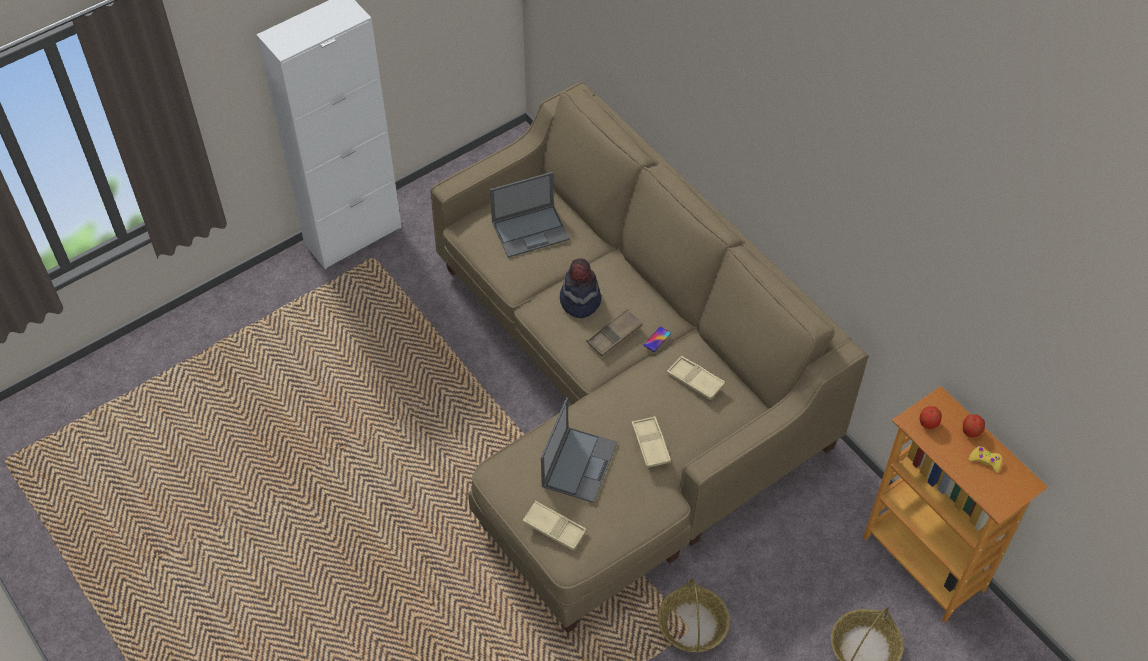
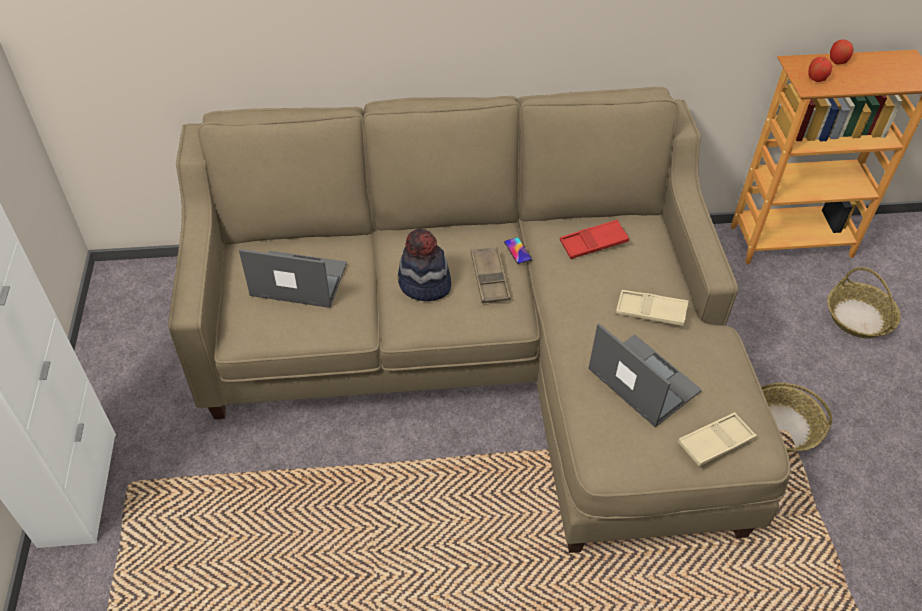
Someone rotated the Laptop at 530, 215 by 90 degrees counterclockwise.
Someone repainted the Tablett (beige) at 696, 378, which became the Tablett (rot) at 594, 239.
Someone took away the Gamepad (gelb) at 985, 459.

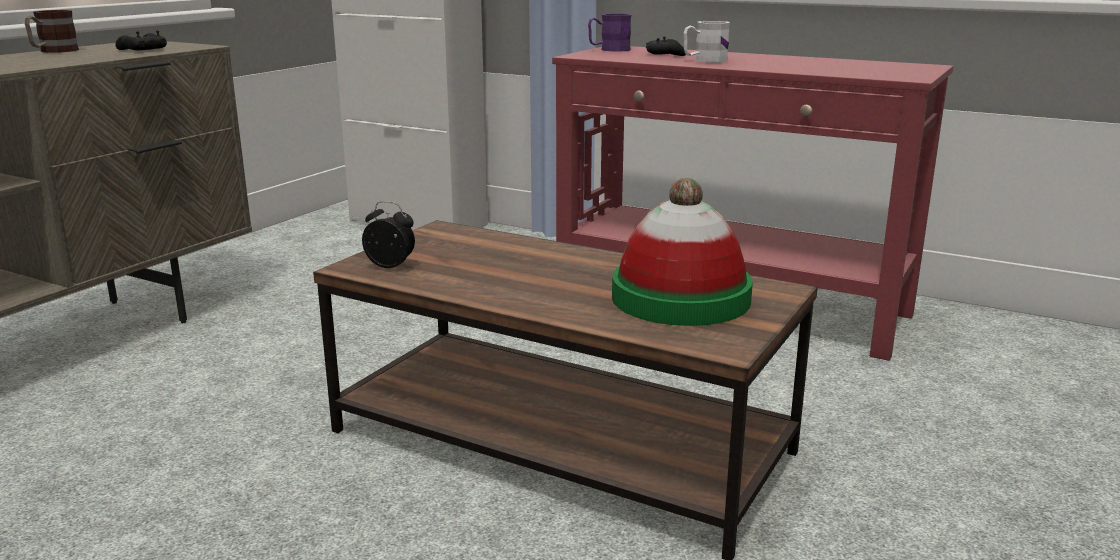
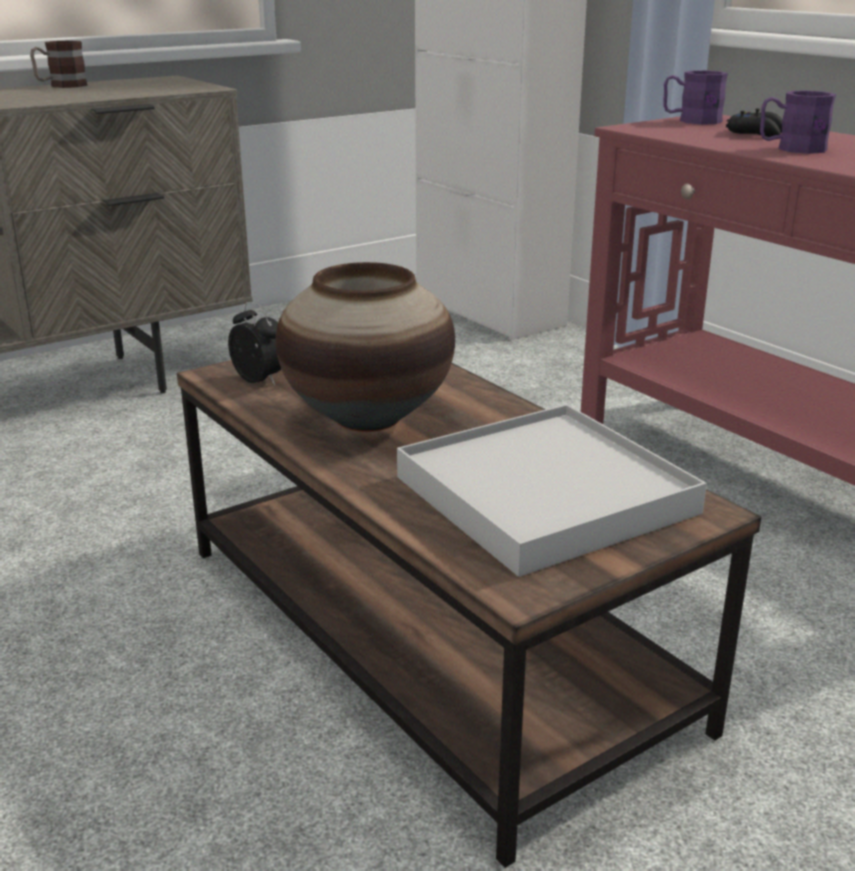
Someone put down the Vase at 365, 347.
Someone swapped the Hut at 682, 252 for the Tablett (weiß) at 552, 490.
Someone repainted the Henkelbecher (weiß) at 707, 42, which became the Henkelbecher (lila) at 798, 122.
Someone took away the Gamepad (schwarz) at 141, 40.

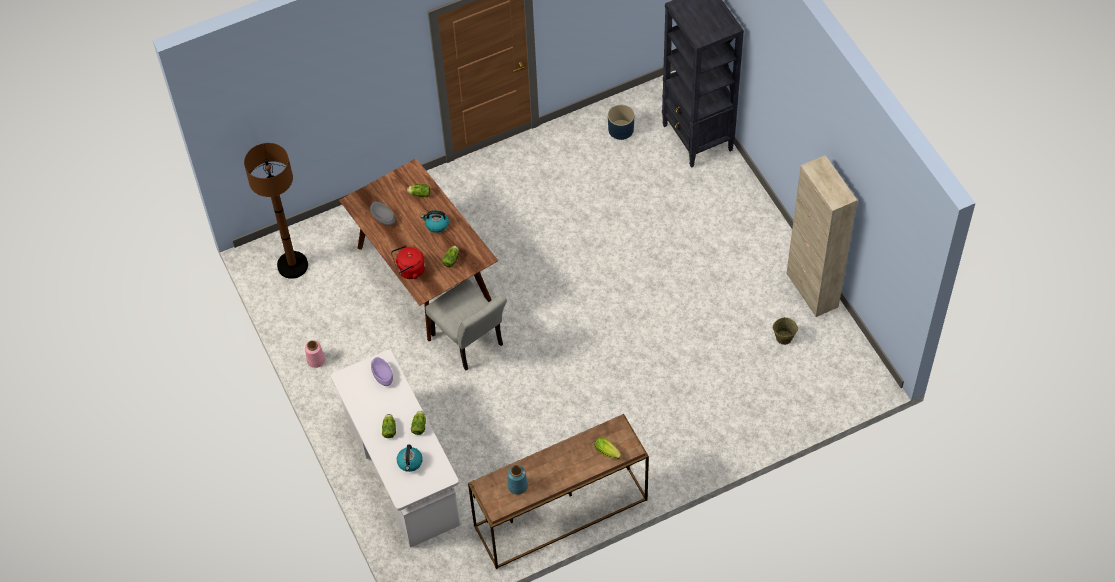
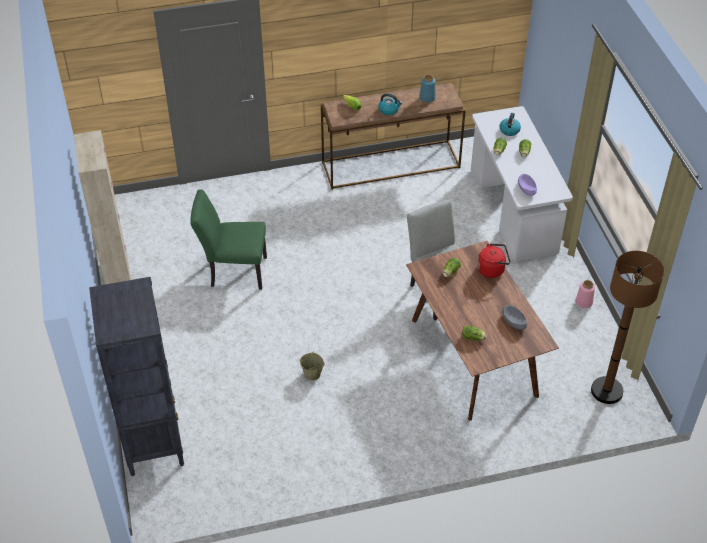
Someone put down the Stuhl (grün) at 228, 239.
Someone carried the Eimer (beige) from 785, 330 to 312, 365.
Someone carried the Wasserkessel from 435, 221 to 390, 104.
Someone took away the Pflanzkübel (blau) at 621, 122.

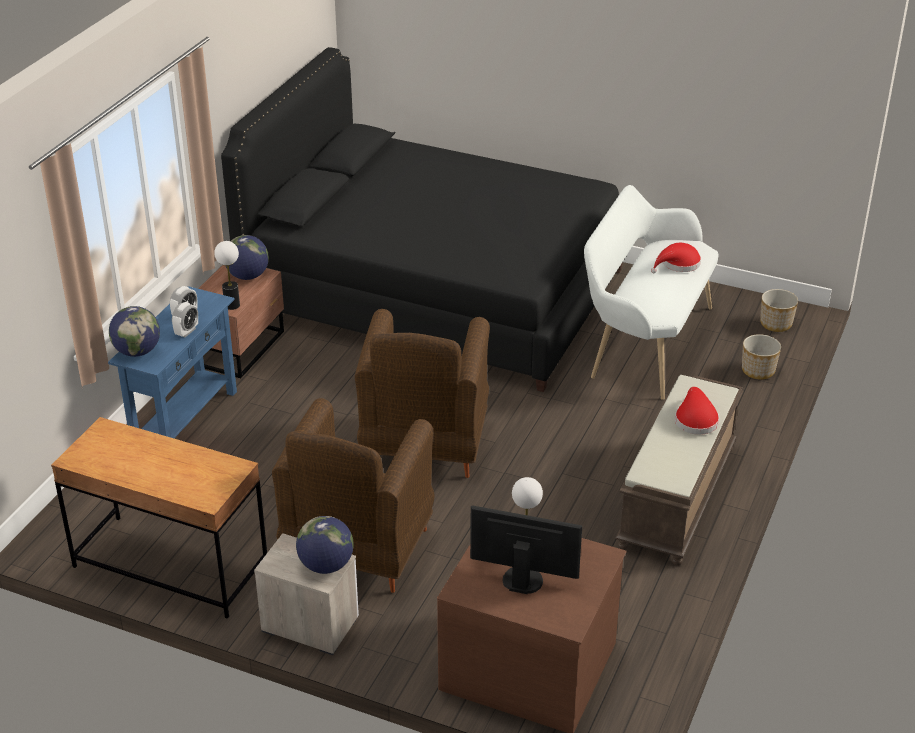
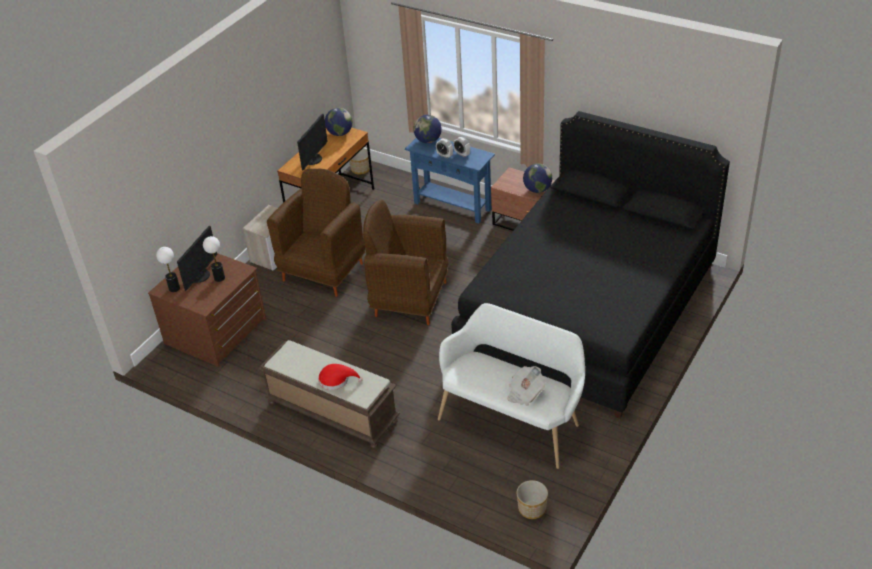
Someone carried the Tischlampe from 227, 275 to 168, 269.
Someone rotated the Sessel (braun) at 353, 495 by 90 degrees clockwise.
Someone put down the Monitor at 312, 142.
Someone carried the Globus from 325, 545 to 339, 122.
Someone carried the Pflanzkübel from 761, 356 to 359, 161.
Someone swapped the Hut (rot) at 676, 258 for the Zeitung at 526, 386.

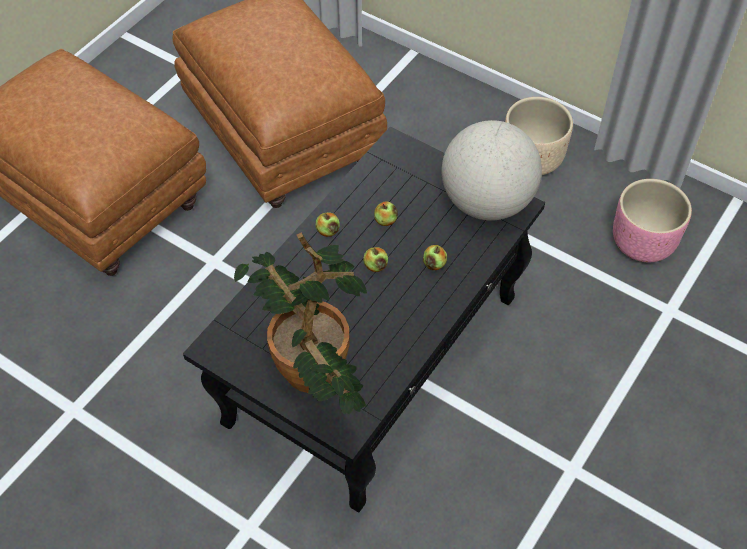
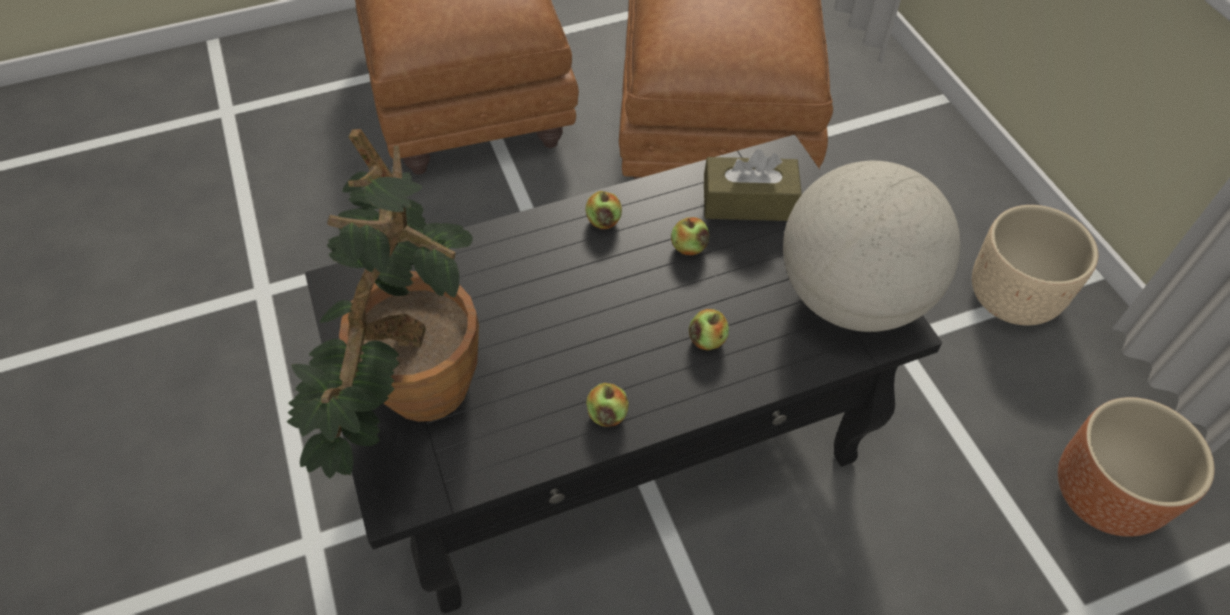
Someone carried the Apfel from 375, 259 to 607, 405.
Someone put down the Taschentuchbox (braun) at 753, 185.
Someone repainted the Pflanzkübel (rosa) at 652, 220, which became the Pflanzkübel (braun) at 1136, 467.

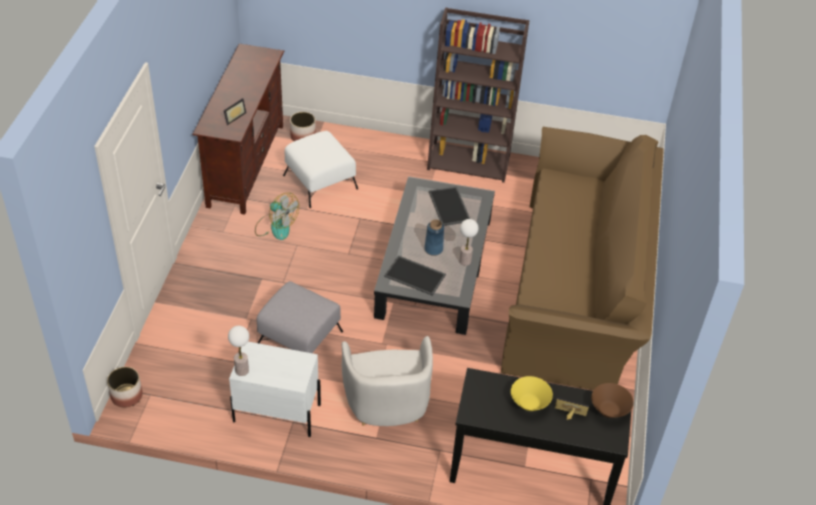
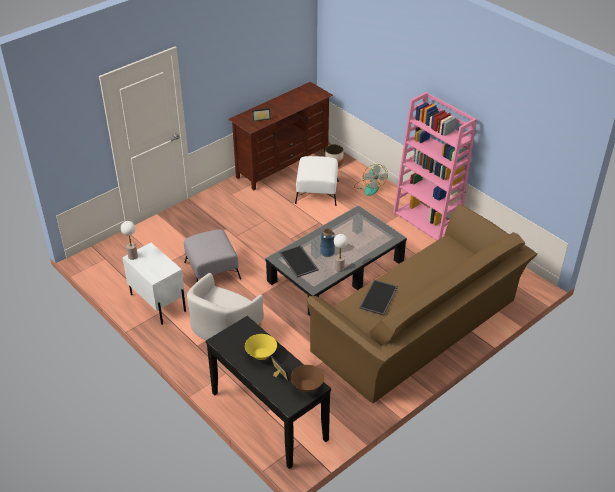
Someone carried the Ventilator from 277, 216 to 371, 180.
Someone carried the Tablett from 449, 206 to 378, 297.
Someone repainted the Bücherregal (braun) at 478, 95, which became the Bücherregal (rosa) at 435, 166.
Someone took away the Pflanzkübel at 125, 387.

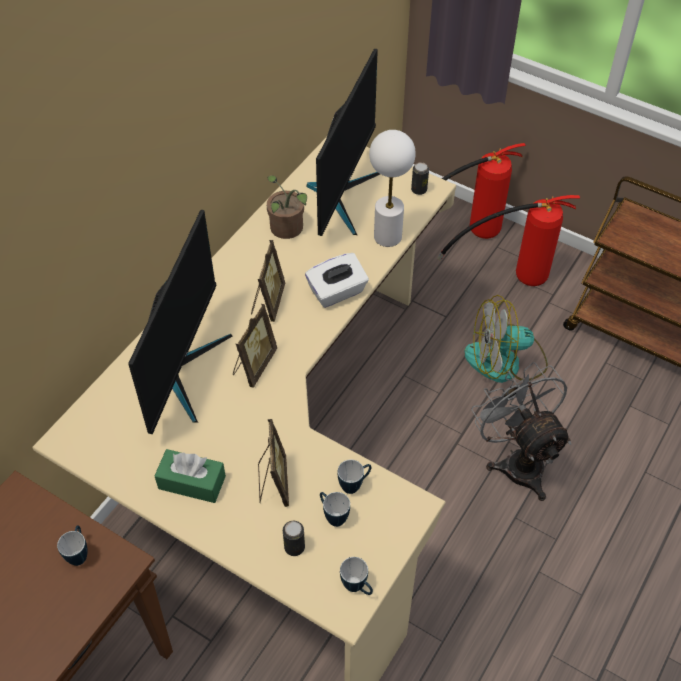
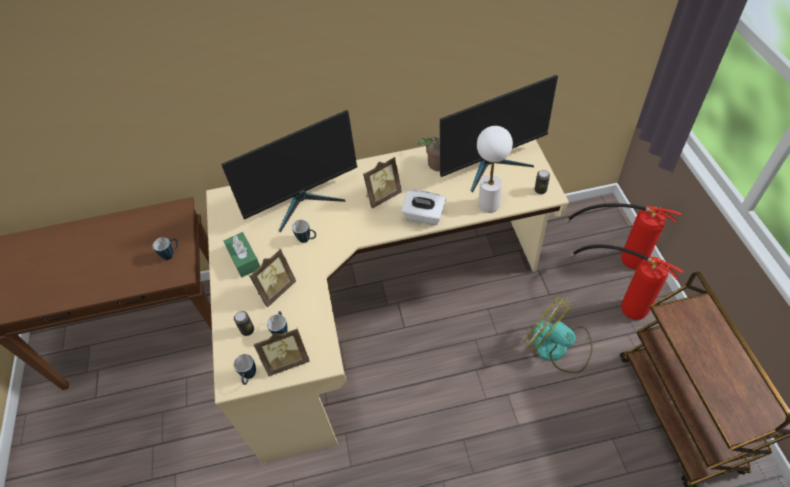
Someone carried the Bilderrahmen from 255, 346 to 281, 353.
Someone carried the Henkelbecher from 354, 477 to 304, 231.
Someone took away the Ventilator (grau) at 521, 431.

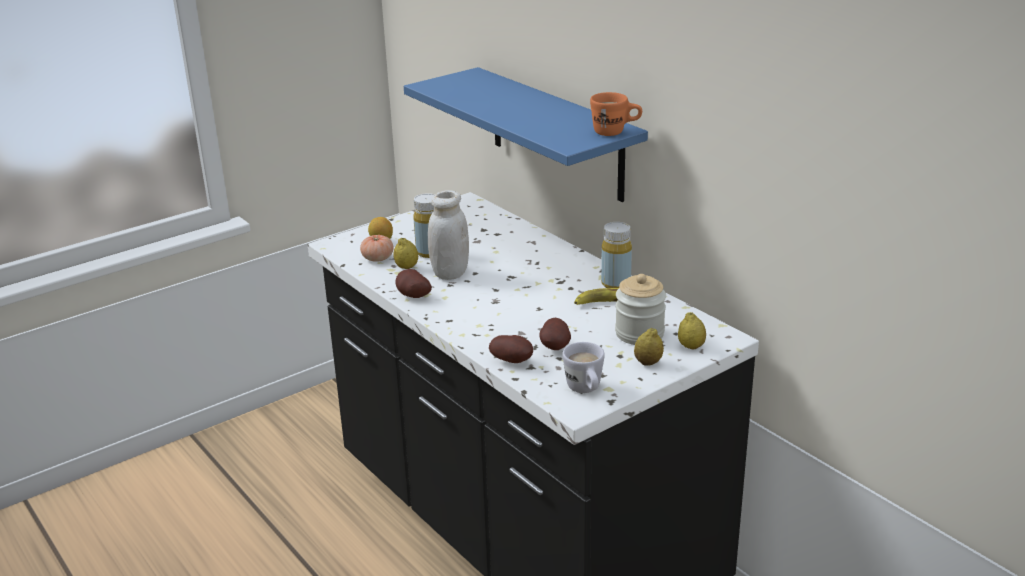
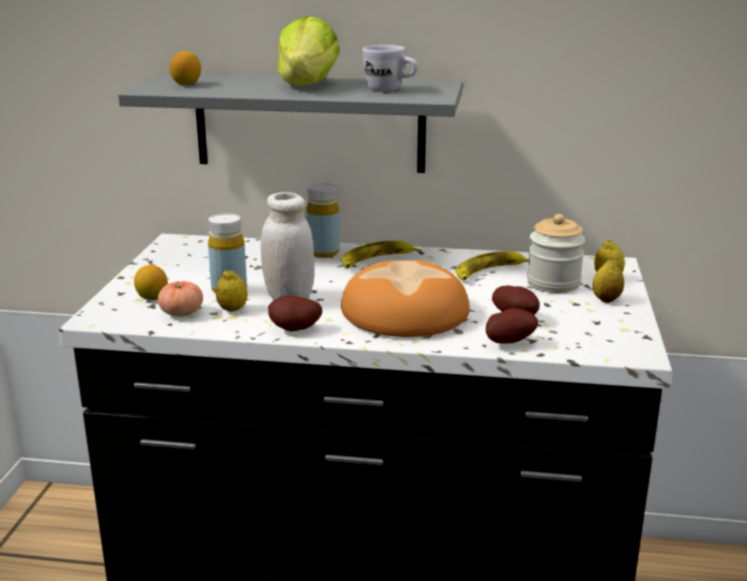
Someone repainted the Wandregal (blau) at 526, 134, which became the Wandregal (grau) at 290, 123.
Someone put down the Zitrone at 185, 68.
Someone put down the Salatkopf at 308, 50.
Someone carried the Flasche (gelb) from 616, 255 to 323, 220.
Someone put down the Banane at 381, 254.
Someone put down the Brot at 405, 298.
Someone carried the Henkelbecher (weiß) from 583, 367 to 390, 68.
Someone took away the Henkelbecher (orange) at 616, 114.

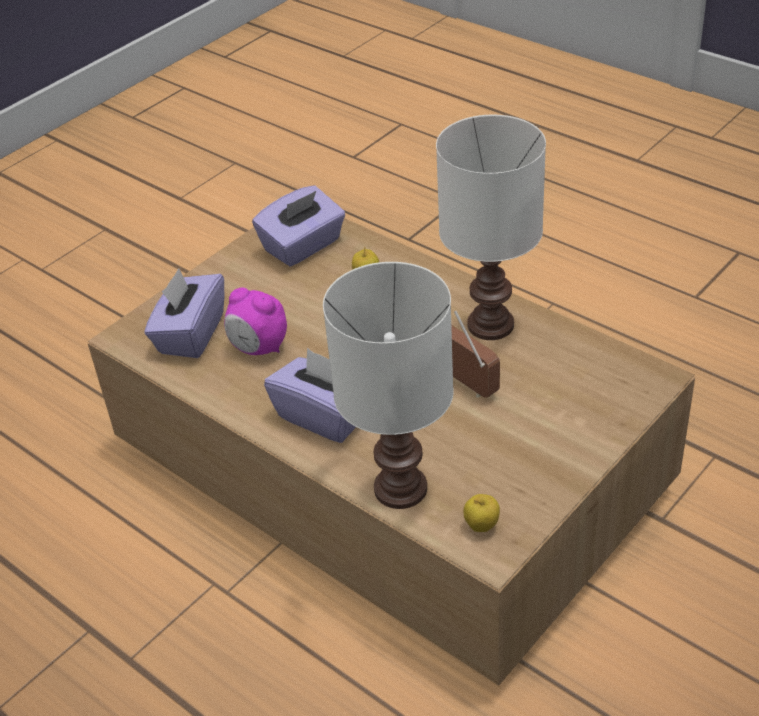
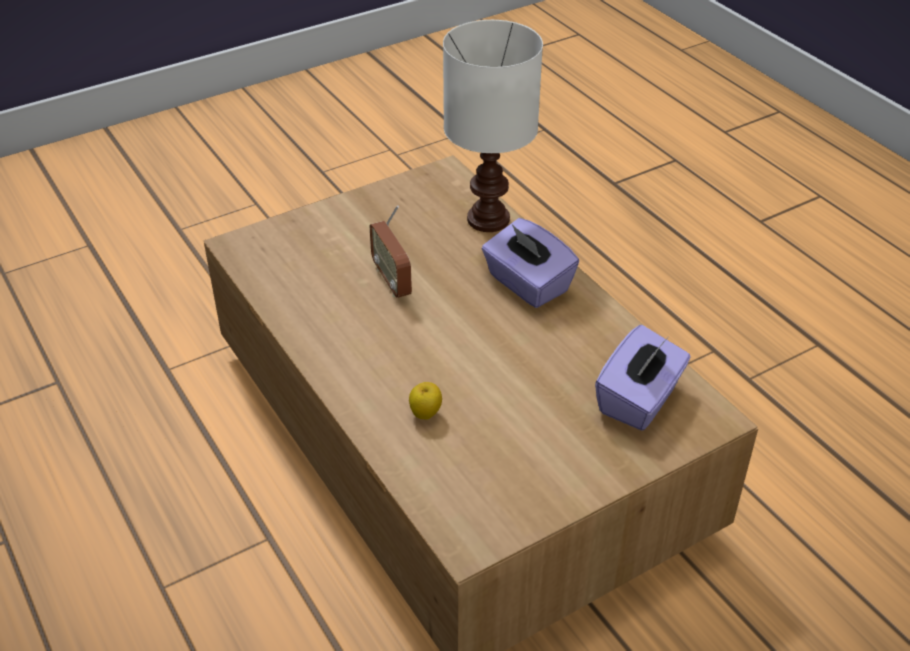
Someone took away the Wecker at 255, 321.
Someone took away the Taschentuchbox (lila) at 298, 225.
Someone took away the Tischlampe (weiß) at 491, 227.
Someone took away the Apfel at 482, 513.

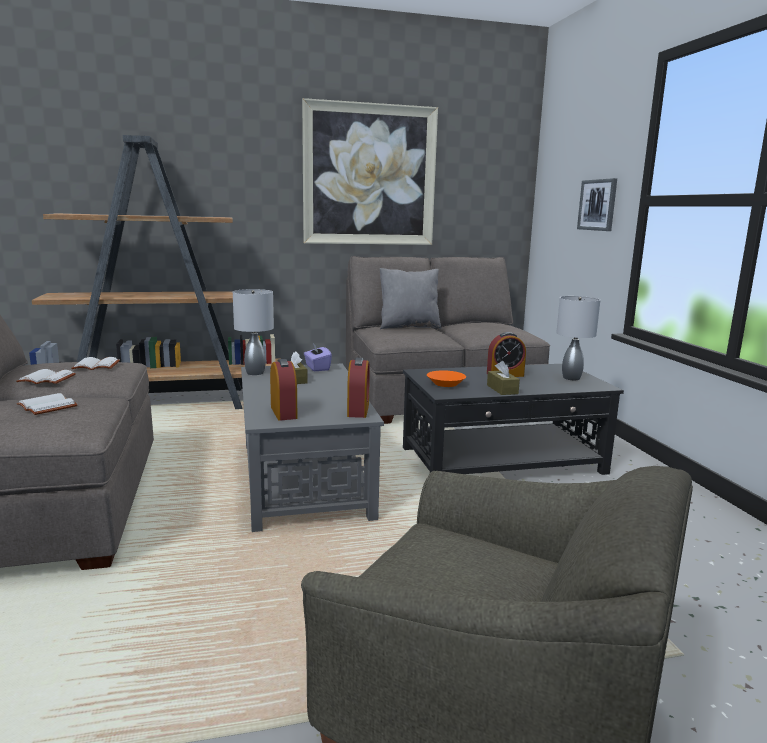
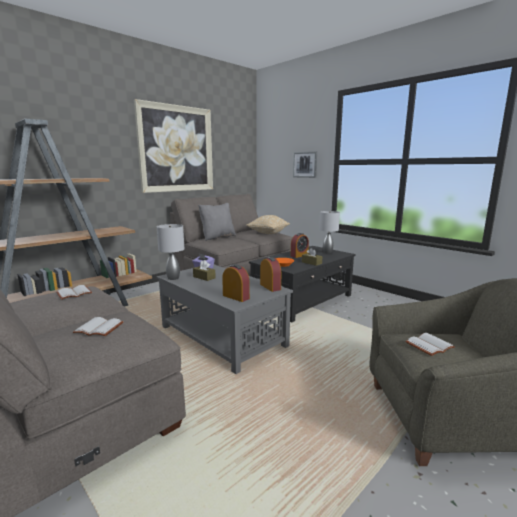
Someone put down the Kissen (beige) at 268, 224.
Someone carried the Buch (weiß) from 46, 376 to 430, 344.

